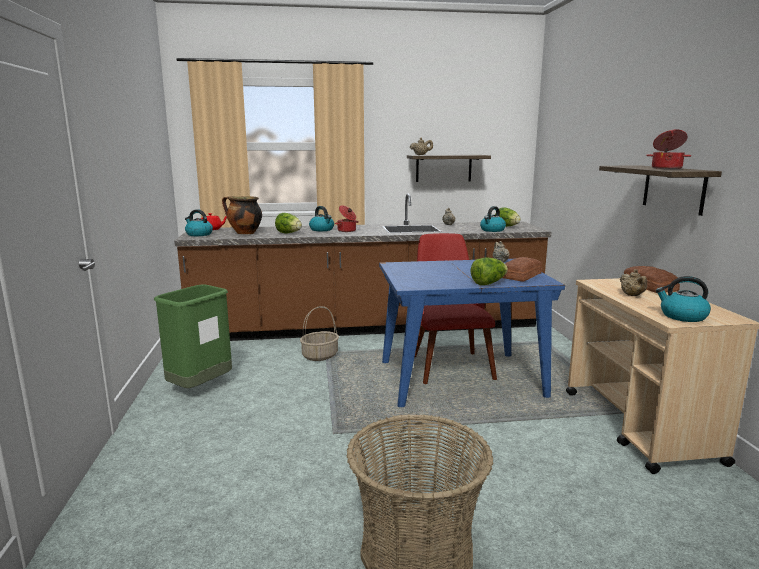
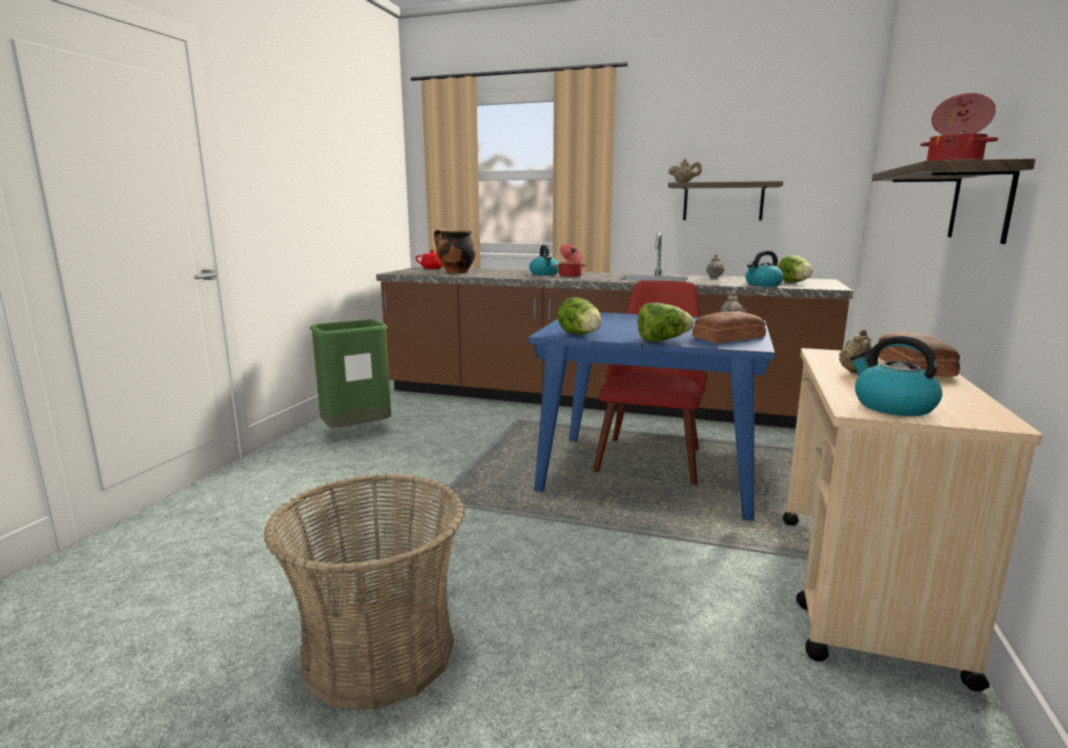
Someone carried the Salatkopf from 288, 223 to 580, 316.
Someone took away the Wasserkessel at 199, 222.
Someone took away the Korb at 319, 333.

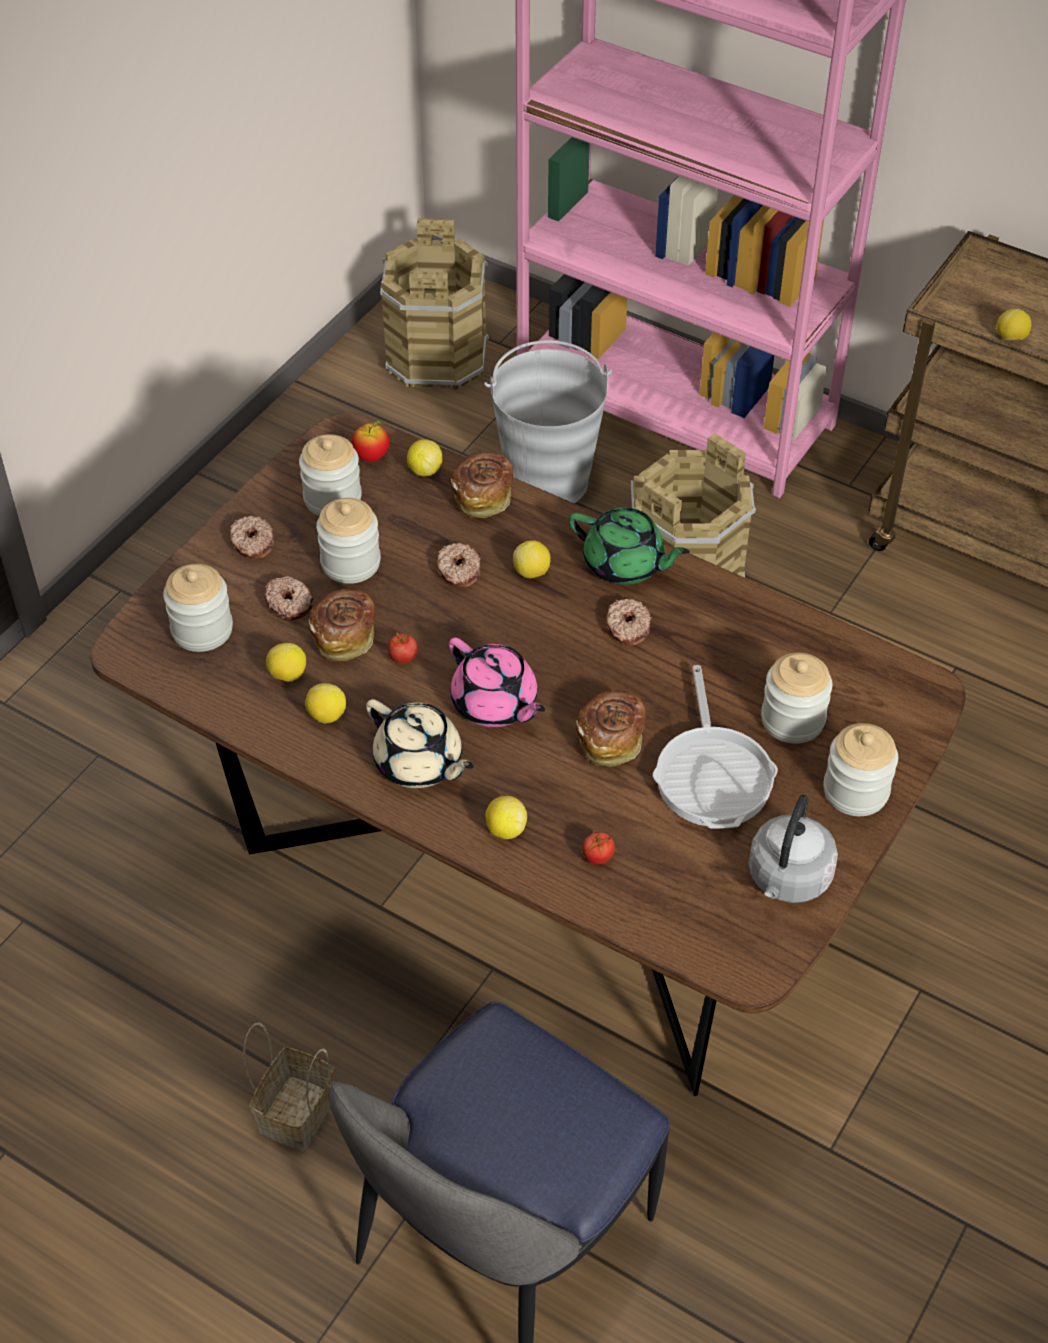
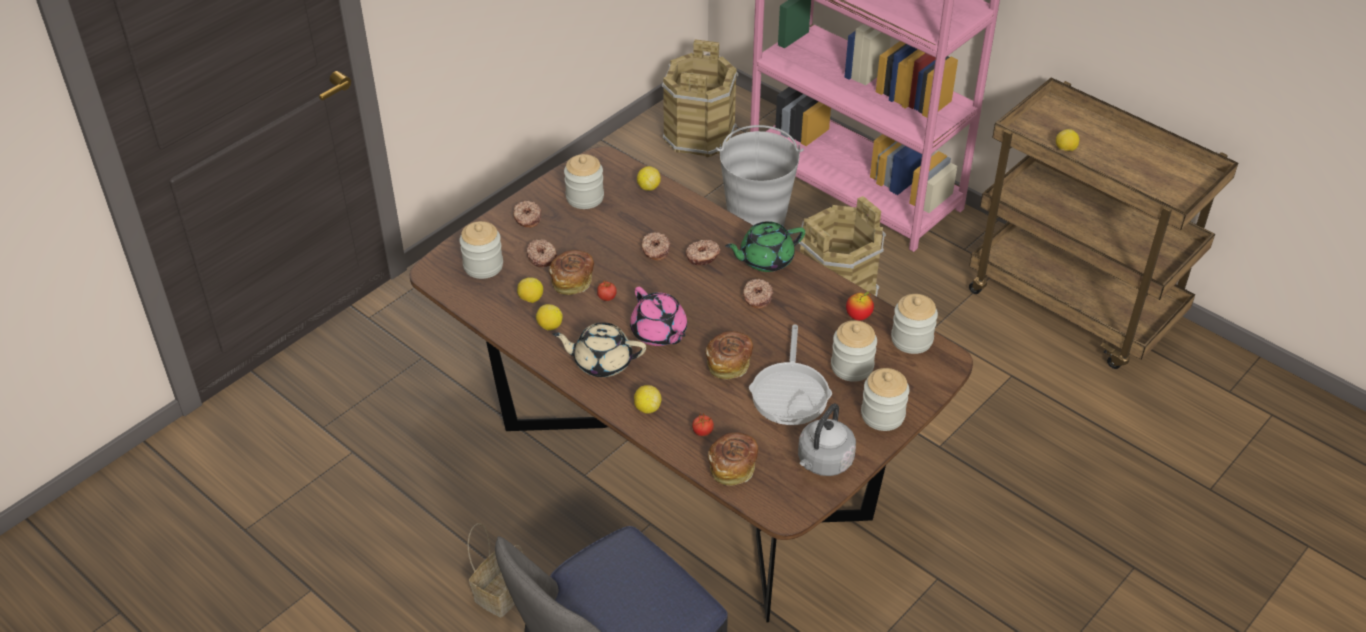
Someone rotated the Teekanne (beige) at 420, 743 by 135 degrees clockwise.
Someone swapped the Zitrone at 532, 559 for the Donut at 703, 252.
Someone carried the Brot from 482, 485 to 733, 459.
Someone rotated the Teekanne (grün) at 629, 546 by 120 degrees clockwise.
Someone carried the Apfel from 371, 441 to 860, 306.
Someone carried the Vorratsglas from 348, 541 to 914, 324.

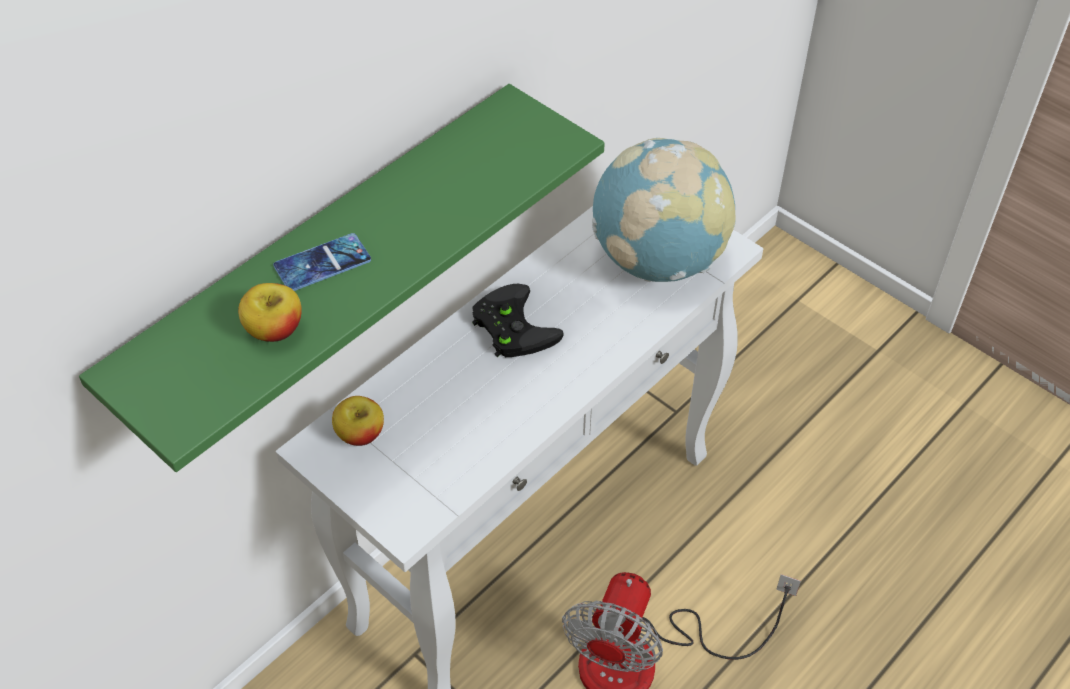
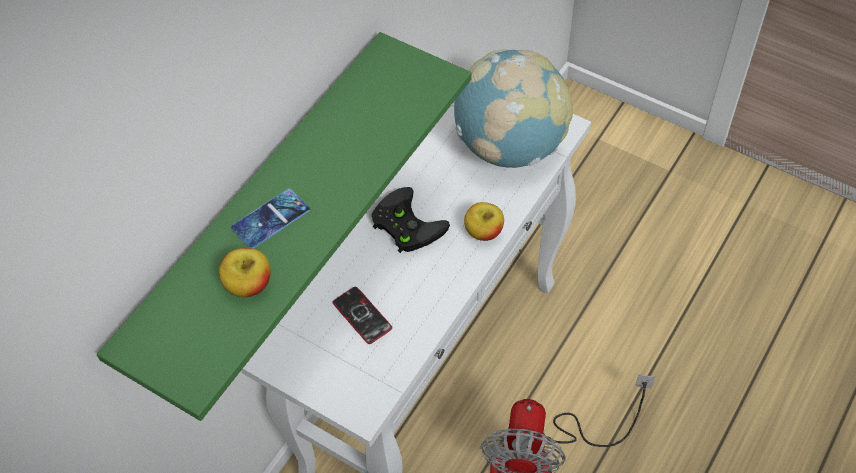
Someone put down the Handy at 362, 315.
Someone carried the Apfel from 358, 421 to 484, 221.

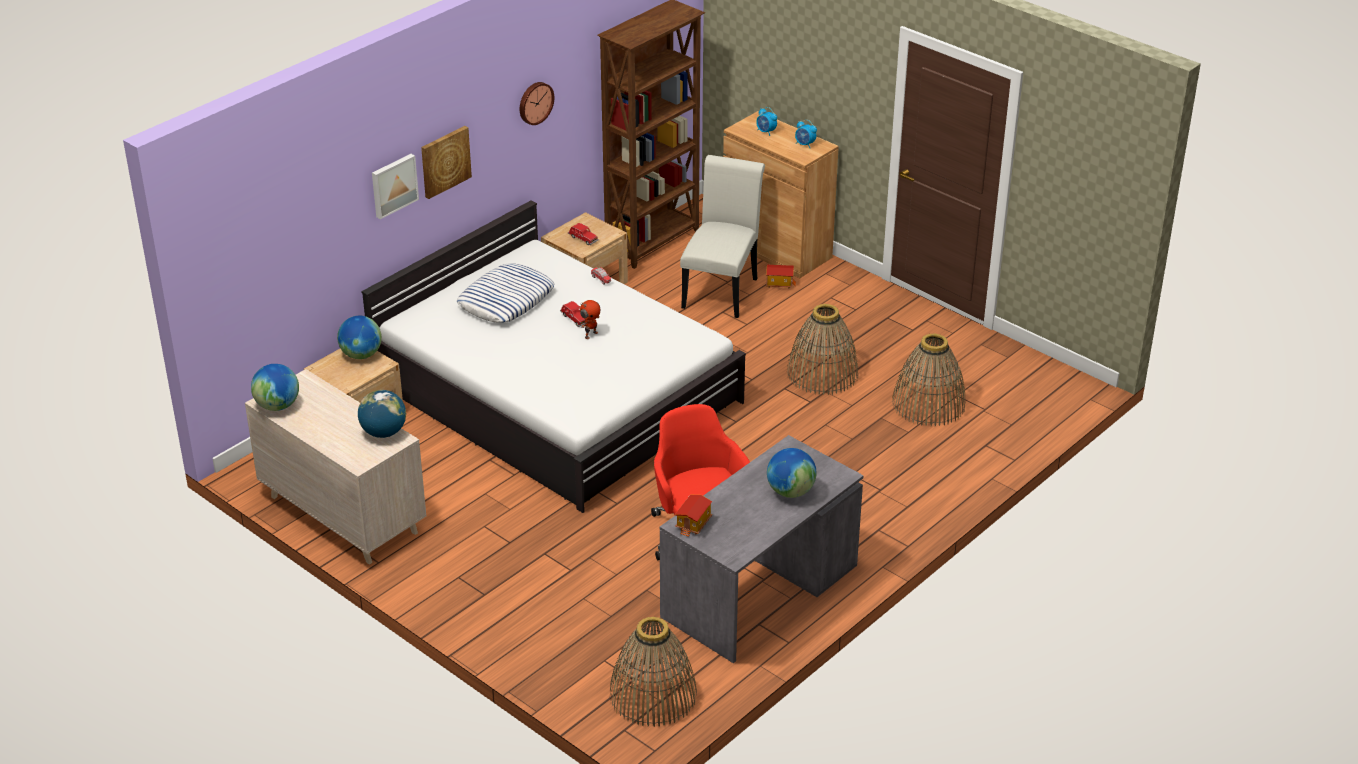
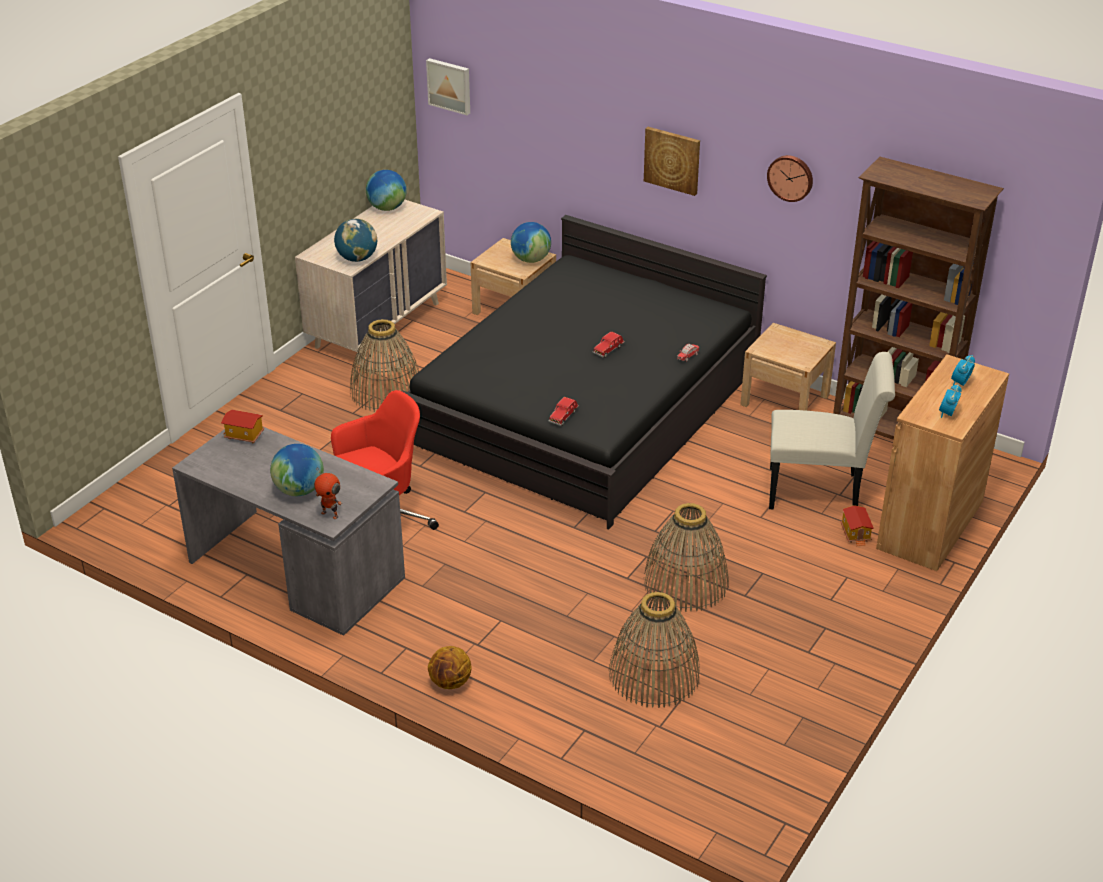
Someone carried the Spielzeugroboter from 590, 319 to 328, 493.
Someone carried the Korb from 653, 672 to 384, 365.
Someone repainted the Bett (weiß) at 553, 356, which became the Bett (schwarz) at 584, 372.
Someone carried the Bild from 395, 186 to 448, 86.
Someone put down the Basketball at 450, 667.
Someone carried the Spielzeugauto (rot) from 583, 234 to 564, 411.
Someone took away the Kissen at 506, 293.

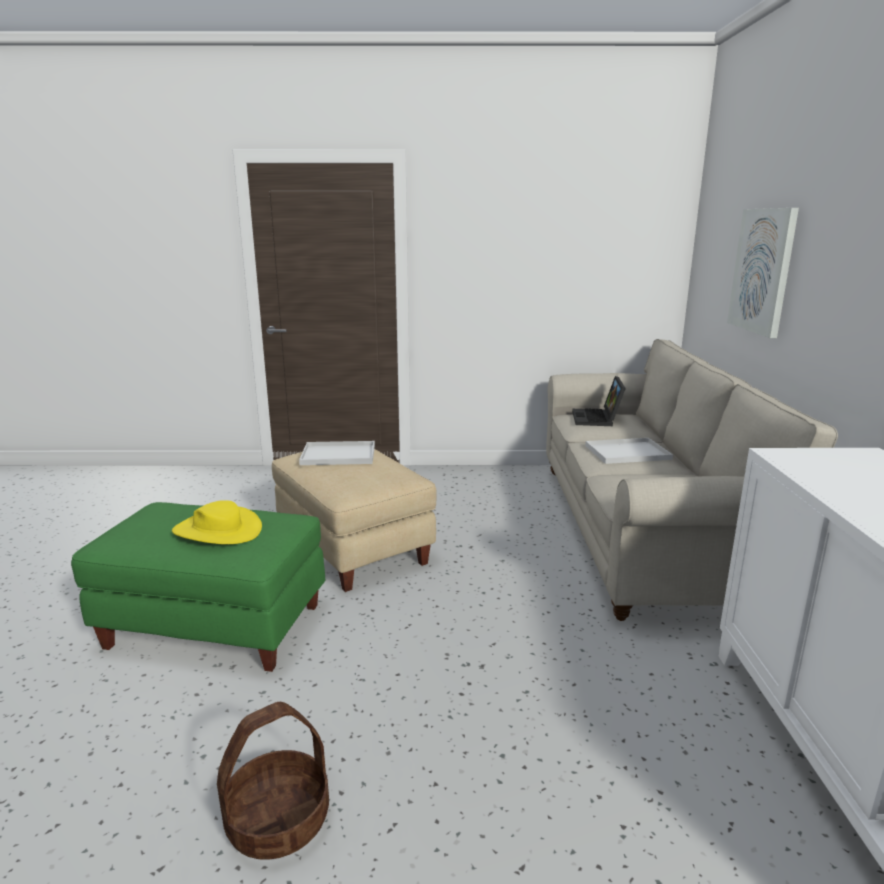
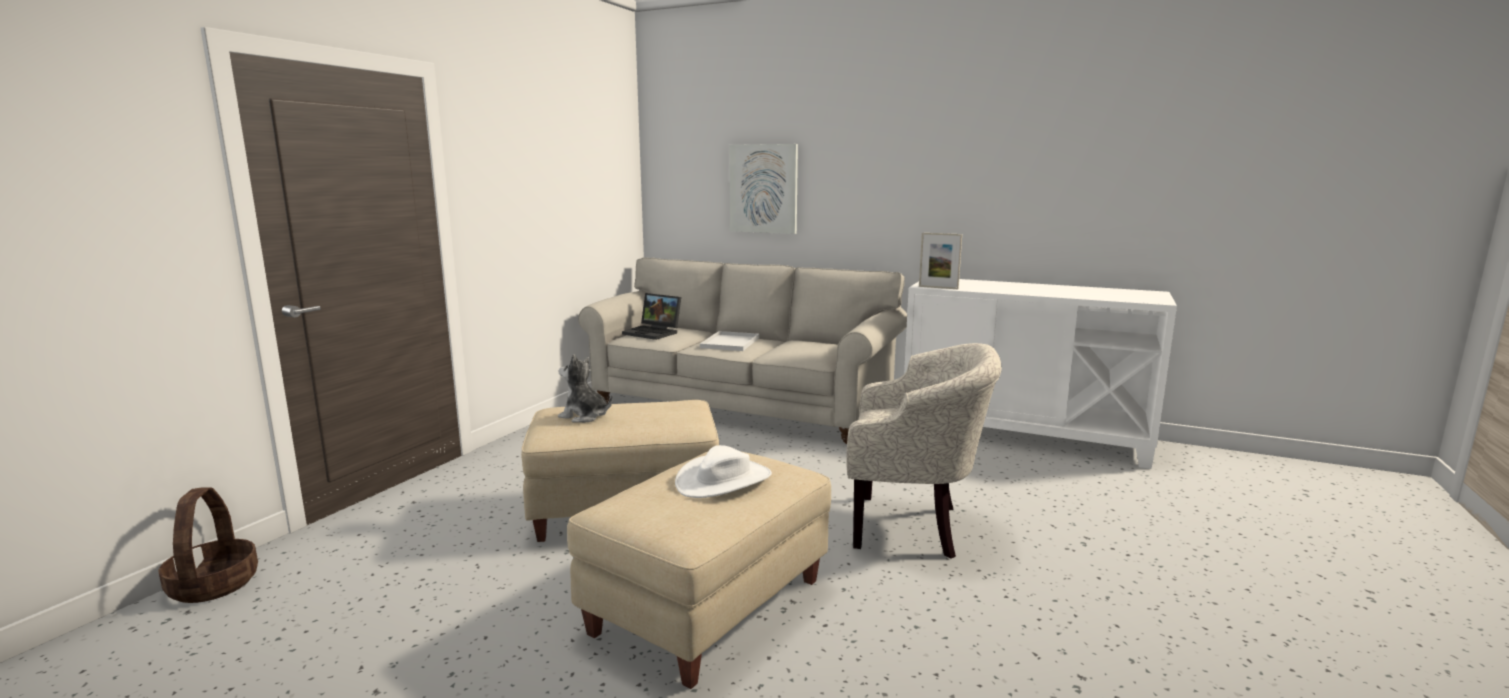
Someone carried the Korb from 273, 781 to 208, 545.
Someone swapped the Tablett (weiß) at 337, 453 for the Plüschtier at 585, 388.
Someone repainted the Polsterhocker (grün) at 198, 587, which became the Polsterhocker (beige) at 699, 570.
Someone repainted the Hut (gelb) at 217, 522, which became the Hut (weiß) at 723, 471.
Someone put down the Sessel (beige) at 924, 451.
Someone put down the Bilderrahmen at 940, 261.

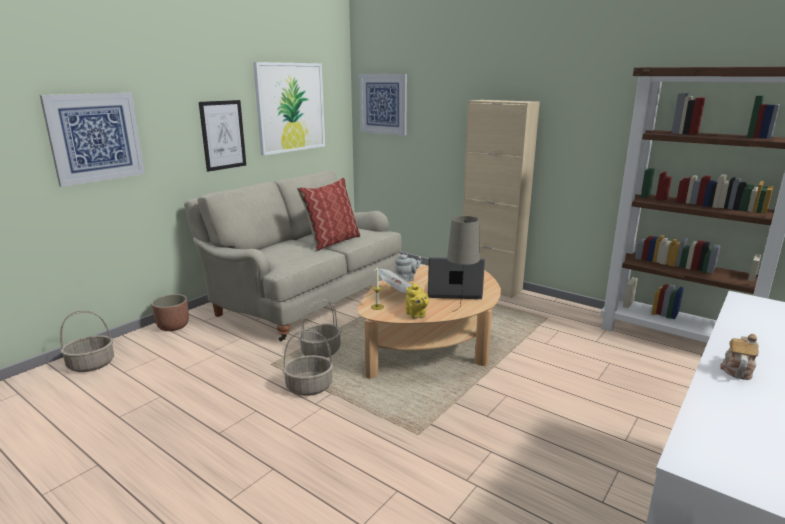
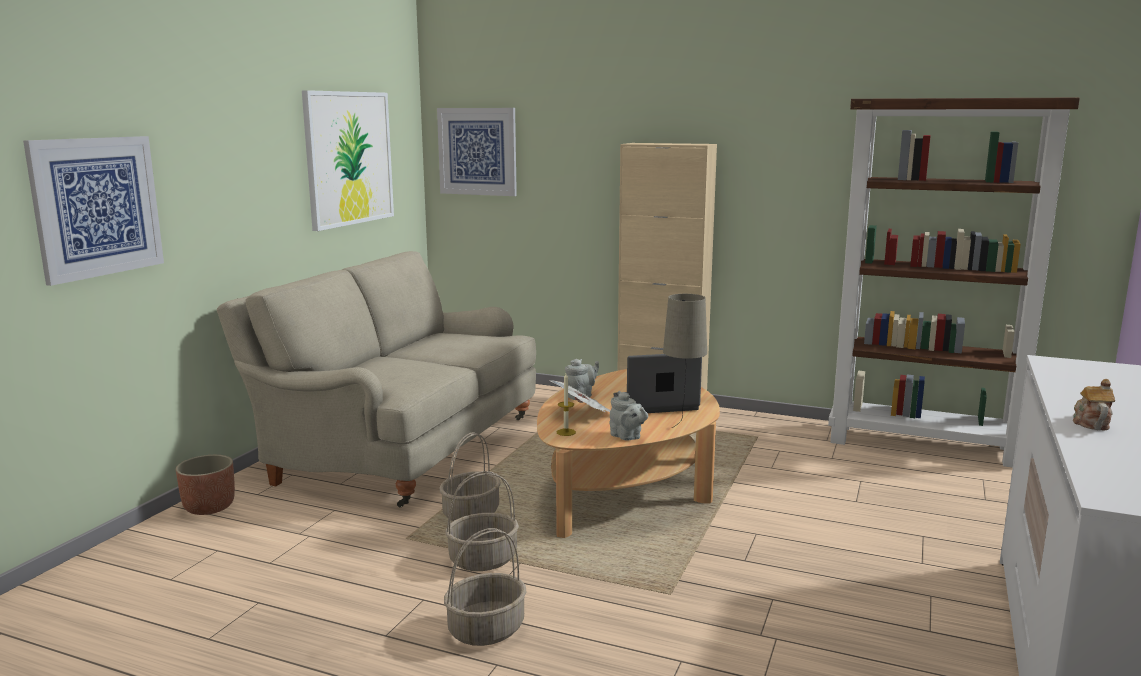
Someone carried the Korb from 87, 341 to 485, 587.
Someone repainted the Teekanne (gelb) at 417, 301, which became the Teekanne (grau) at 629, 416.
Someone took away the Bild at 222, 136.
Someone took away the Kissen at 328, 214.

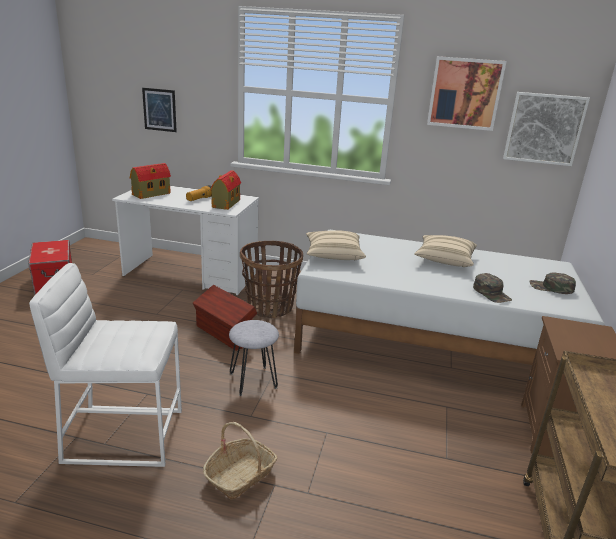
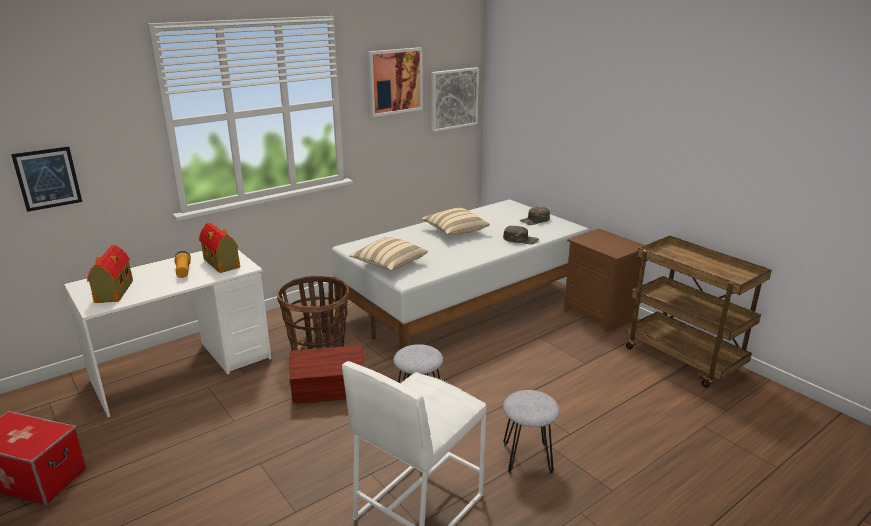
Someone swapped the Korb at 240, 461 for the Hocker (grau) at 531, 432.

